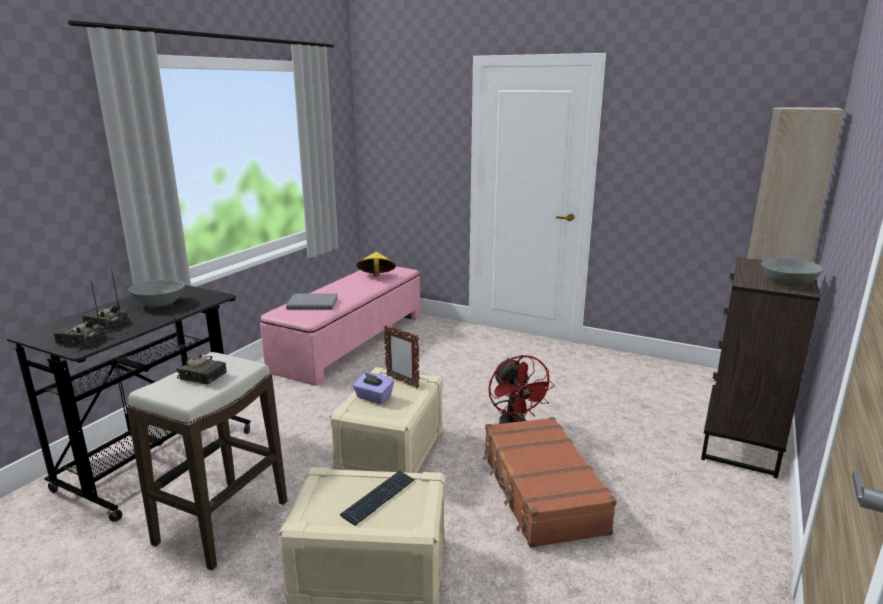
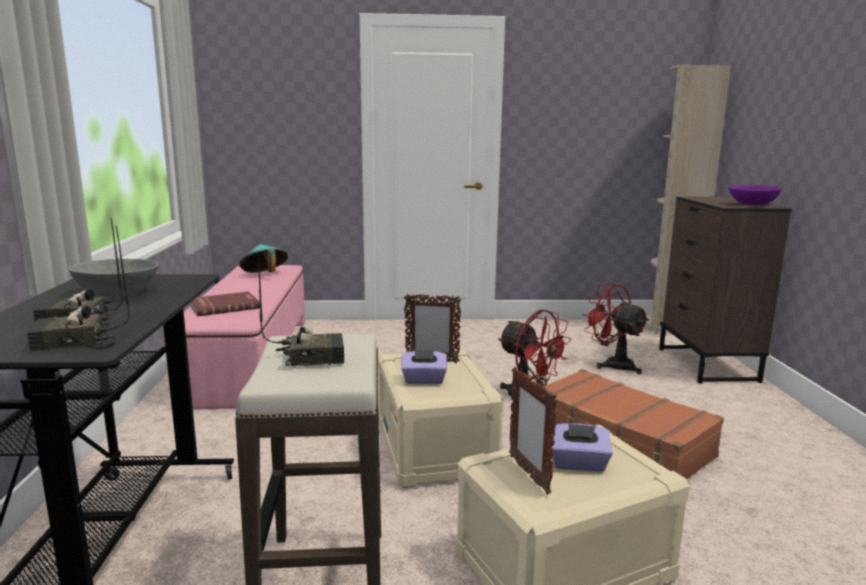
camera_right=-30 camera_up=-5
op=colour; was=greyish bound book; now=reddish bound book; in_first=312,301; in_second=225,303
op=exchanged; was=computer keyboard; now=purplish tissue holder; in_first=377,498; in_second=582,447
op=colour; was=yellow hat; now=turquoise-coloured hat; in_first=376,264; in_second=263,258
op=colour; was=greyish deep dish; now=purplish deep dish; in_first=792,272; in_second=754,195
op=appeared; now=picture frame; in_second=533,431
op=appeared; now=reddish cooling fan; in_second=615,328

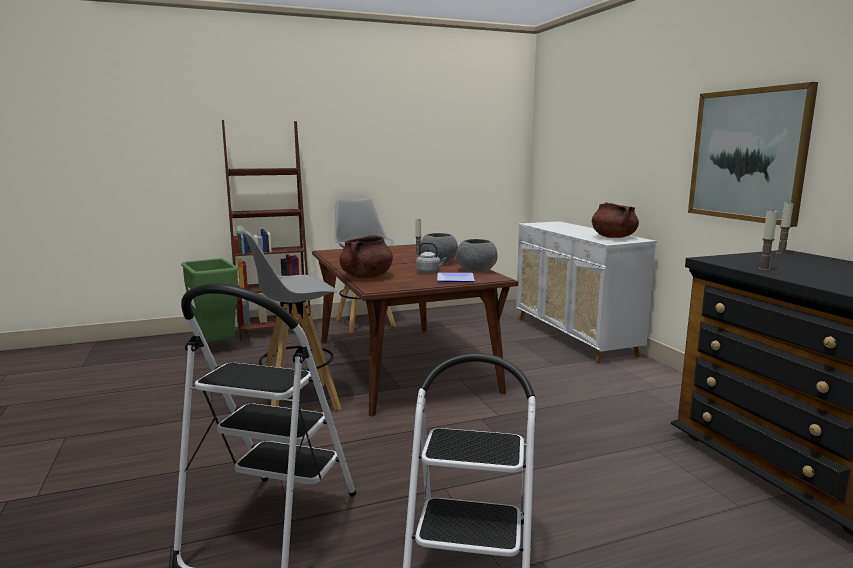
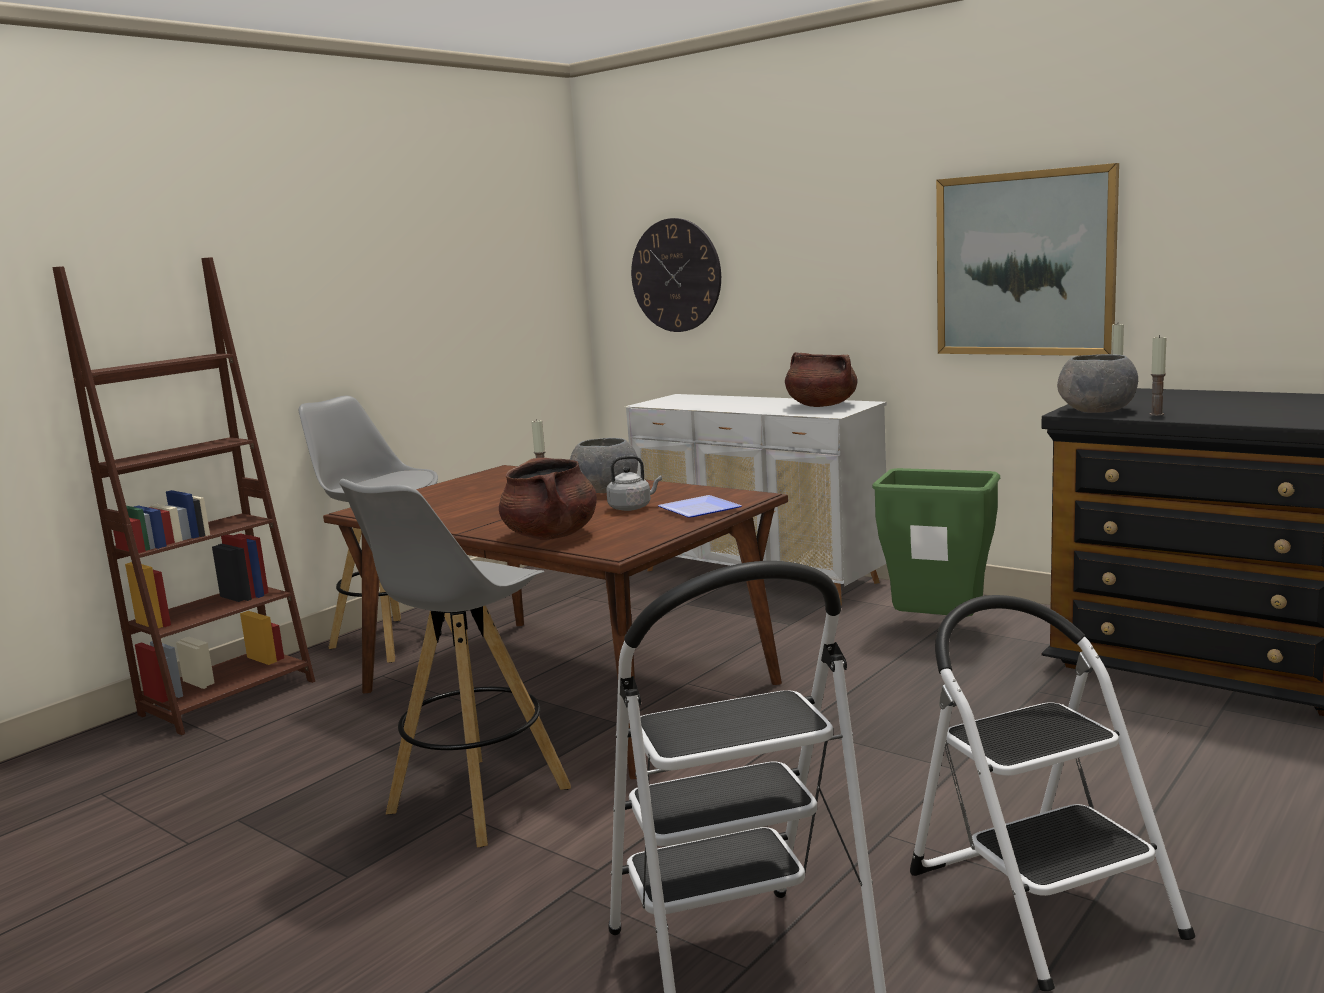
camera_right=-30 camera_up=0
op=relocated; was=green trash can; in_first=209,300; in_second=936,542
op=relocated; was=greyish deep dish; in_first=477,255; in_second=1097,383
op=appeared; now=hanging clock; in_second=676,275

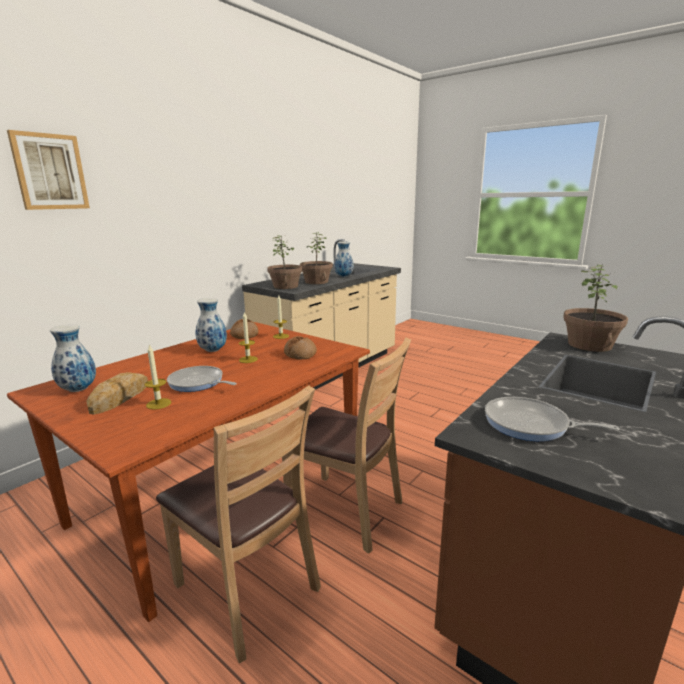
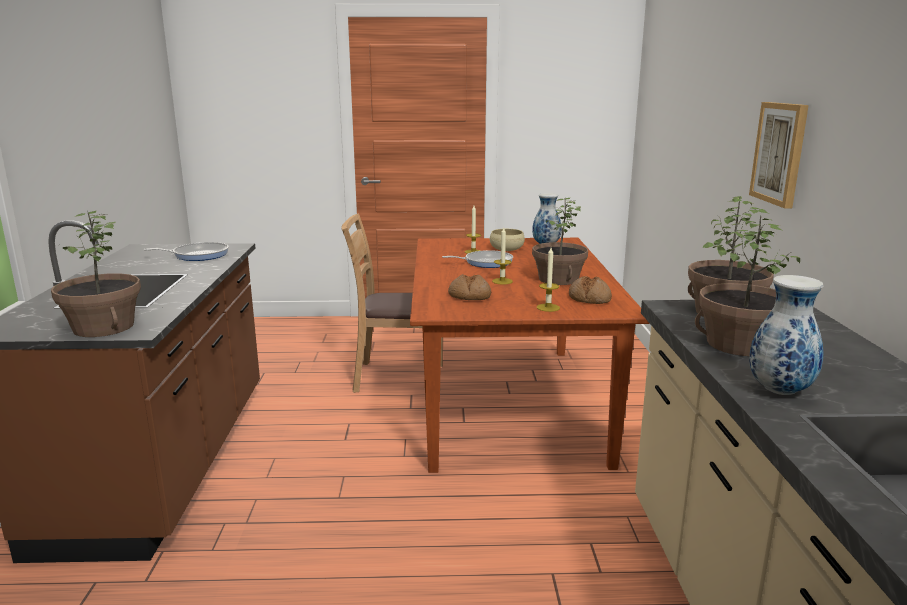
camera_right=140 camera_up=0
op=relocated; was=picture; in_first=48,170; in_second=779,155
op=exchanged; was=bakery bread; now=sand-coloured deep dish; in_first=117,393; in_second=507,240
op=exchanged; was=vase; now=houseplant; in_first=211,325; in_second=560,241
op=missing; was=brown upright chair; in_first=346,445

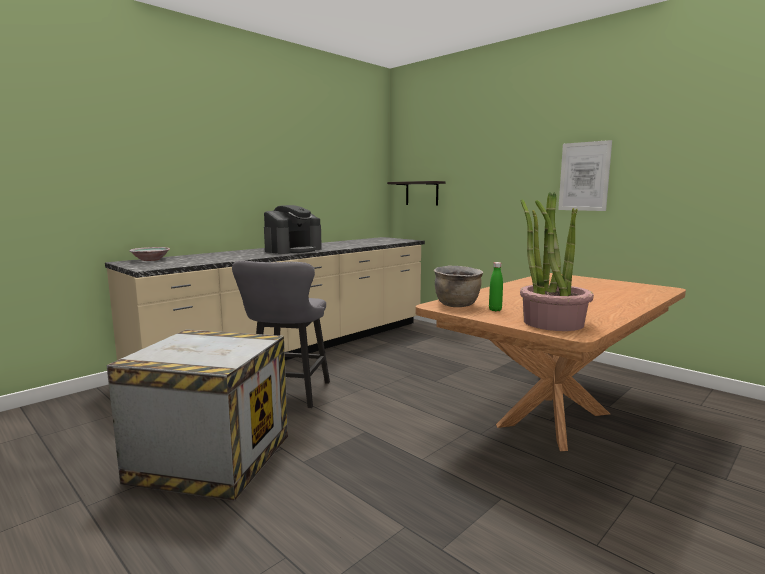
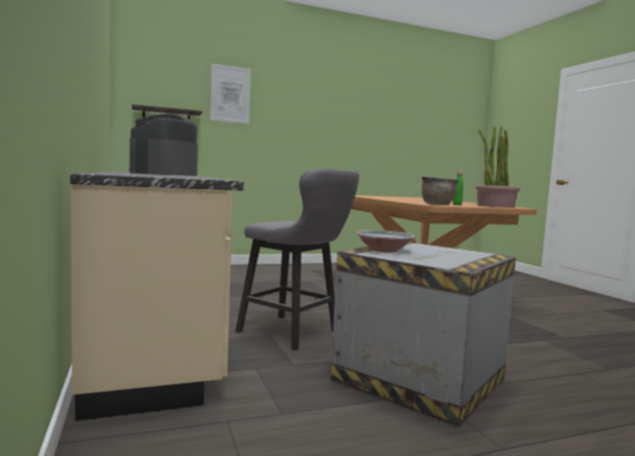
camera_right=-65 camera_up=-5
op=relocated; was=deep dish; in_first=149,254; in_second=385,241
op=spun; was=coffee maker; in_first=293,229; in_second=163,144; clockwise=-150
op=relocated; was=picture; in_first=585,175; in_second=230,94

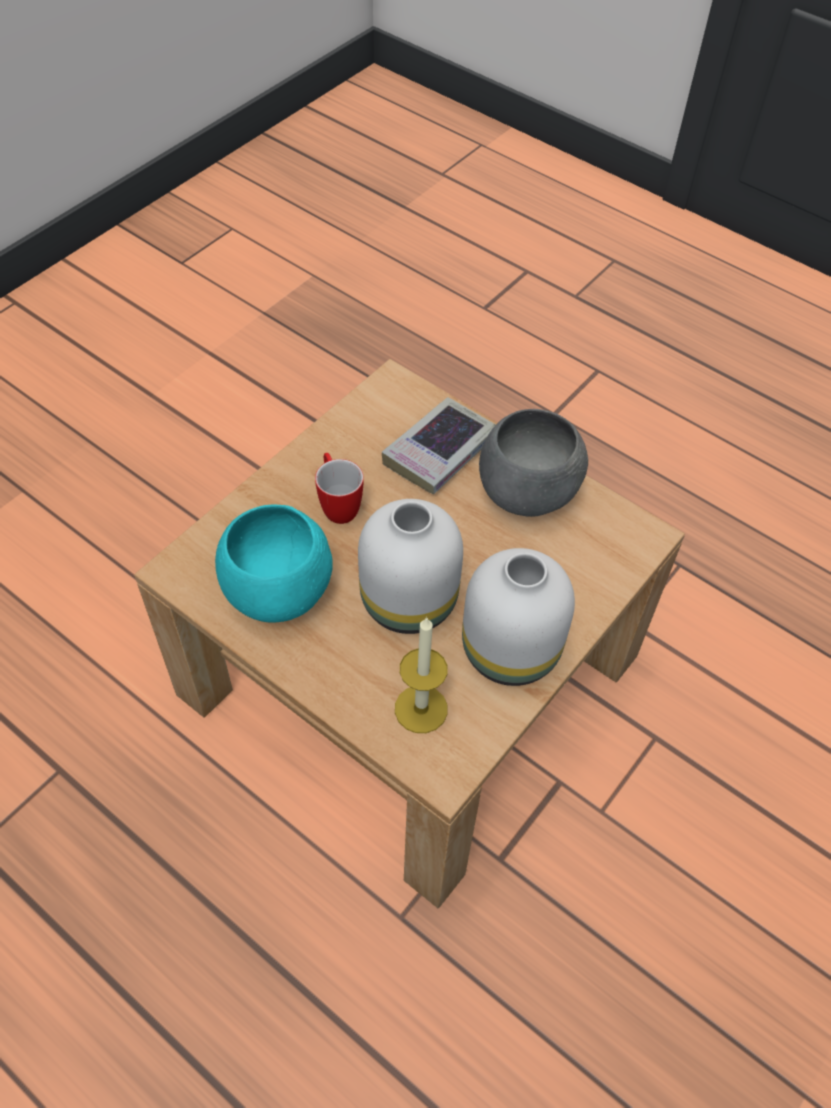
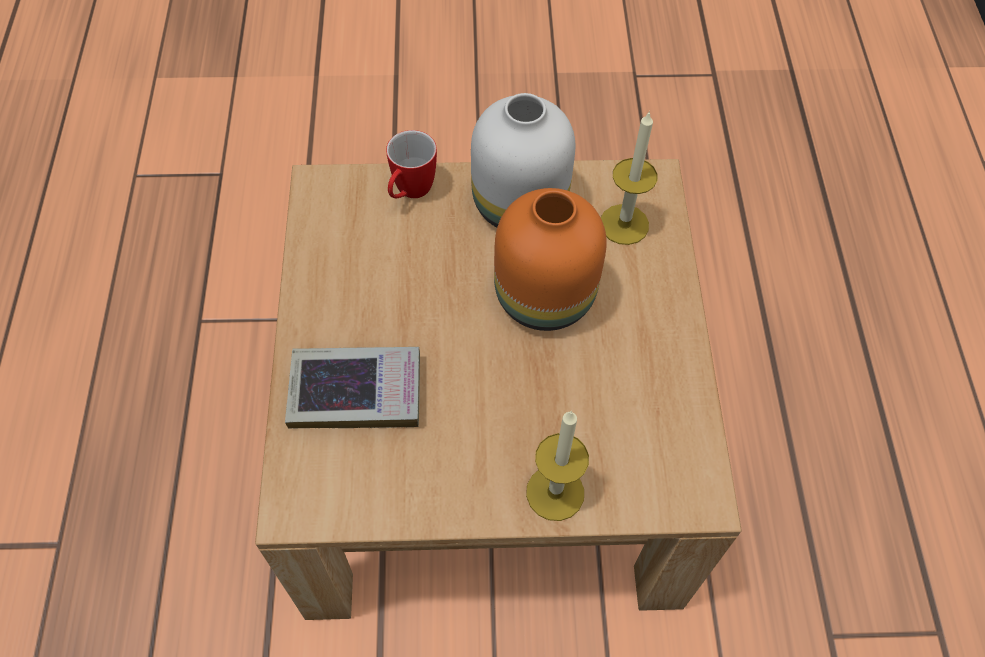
camera_right=-130 camera_up=5
op=missing; was=turquoise-coloured deep dish; in_first=274,564
op=relocated; was=tea mug; in_first=339,488; in_second=411,164
op=colour; was=white vase; now=orange vase; in_first=410,566; in_second=550,259
op=missing; was=greyish deep dish; in_first=533,463
op=appeared; now=wax light; in_second=557,465

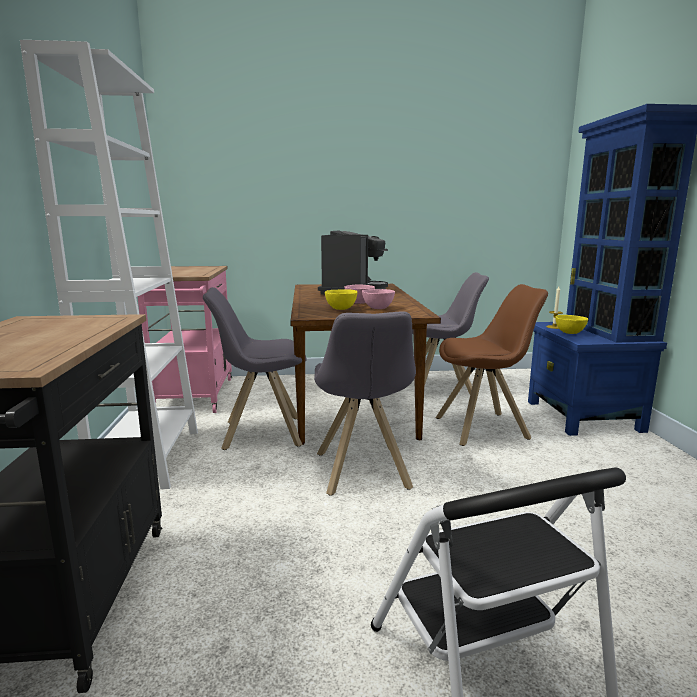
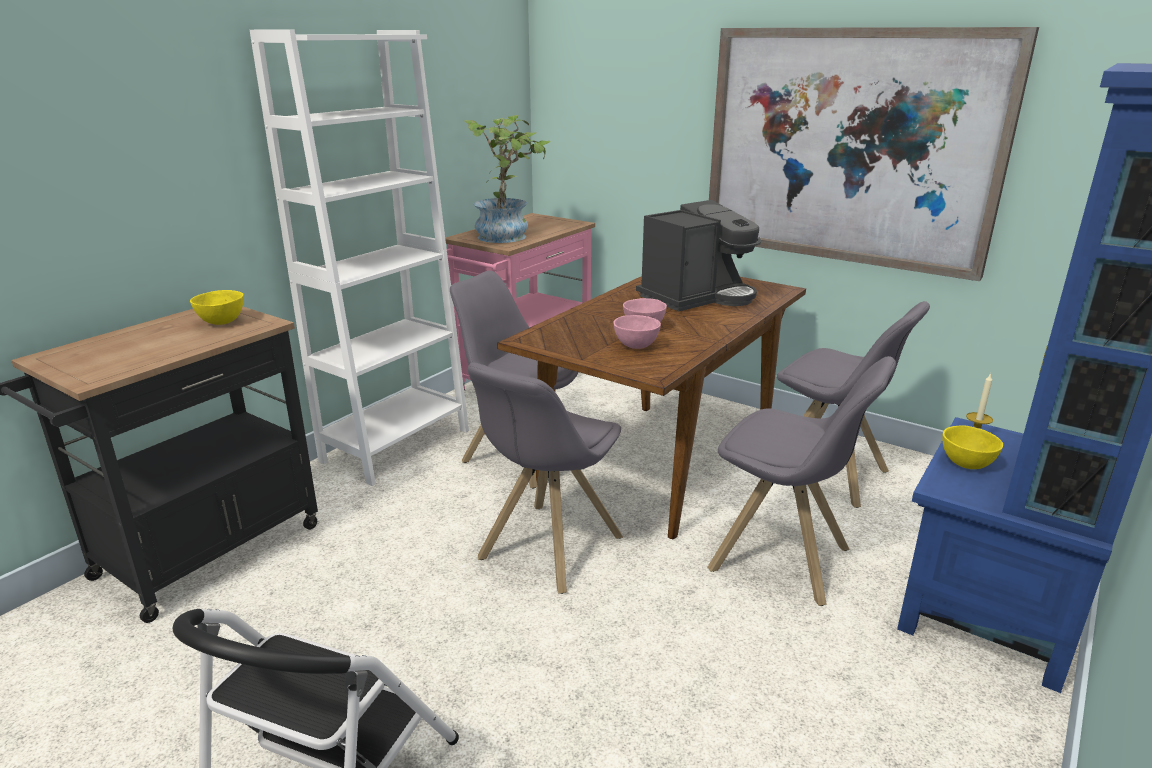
camera_right=40 camera_up=10
op=relocated; was=yellow deep dish; in_first=341,299; in_second=217,307
op=colour; was=brown upright chair; now=greyish upright chair; in_first=492,365; in_second=802,481
op=appeared; now=houseplant; in_second=507,179
op=appeared; now=picture; in_second=874,154

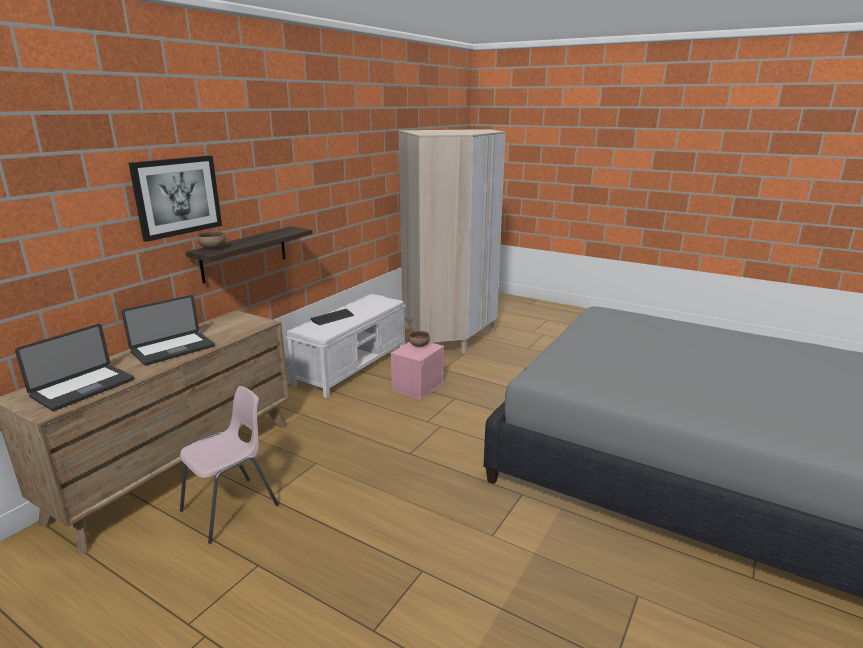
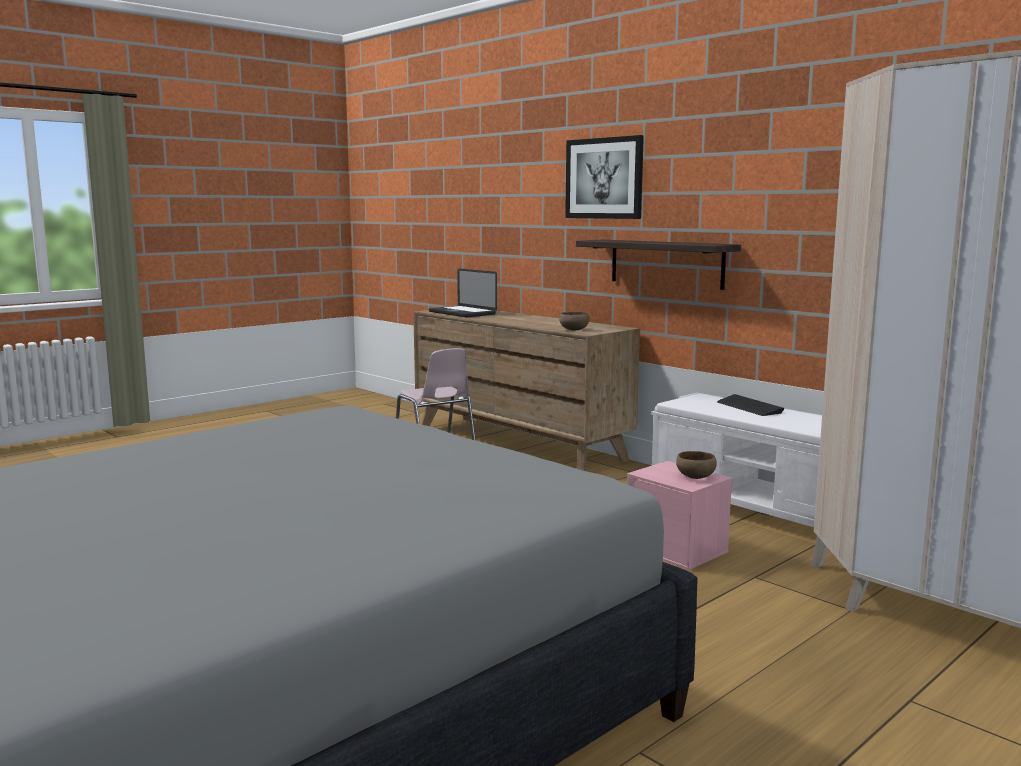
camera_right=105 camera_up=-10
op=missing; was=laptop; in_first=168,330
op=relocated; was=brown deep dish; in_first=212,240; in_second=574,321

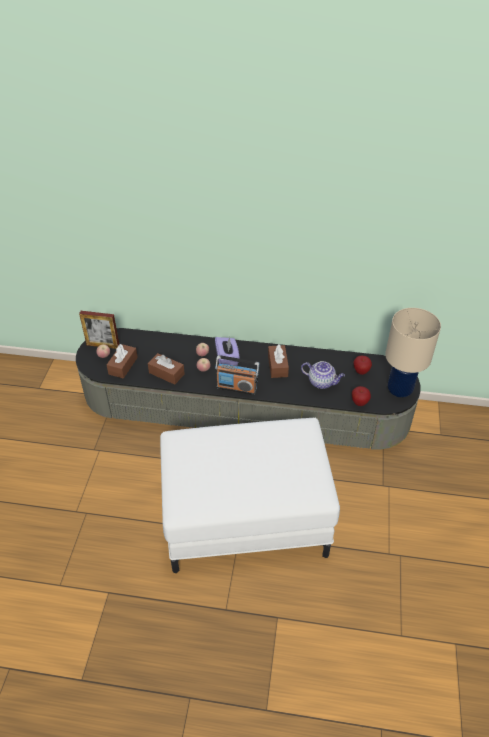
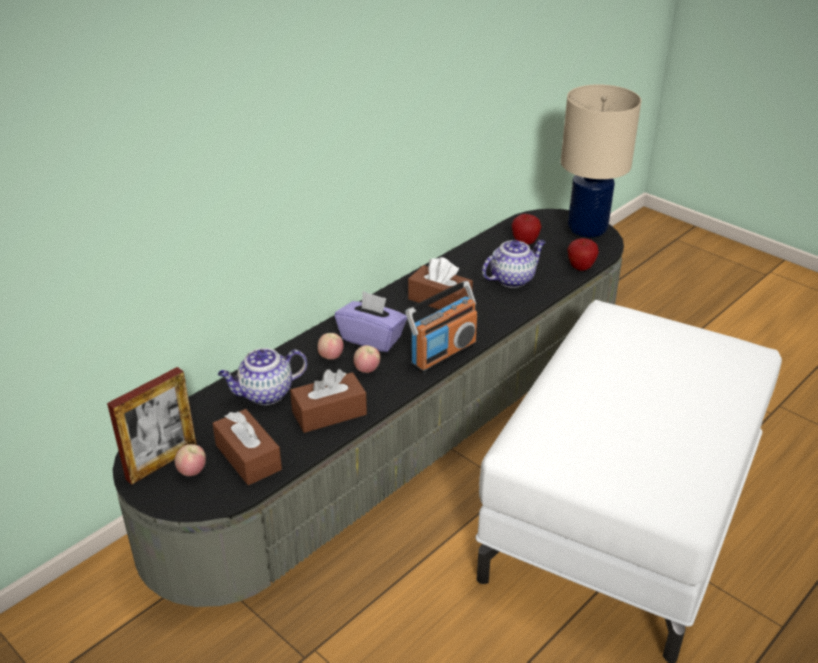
camera_right=-55 camera_up=-10
op=appeared; now=pot for tea; in_second=262,376

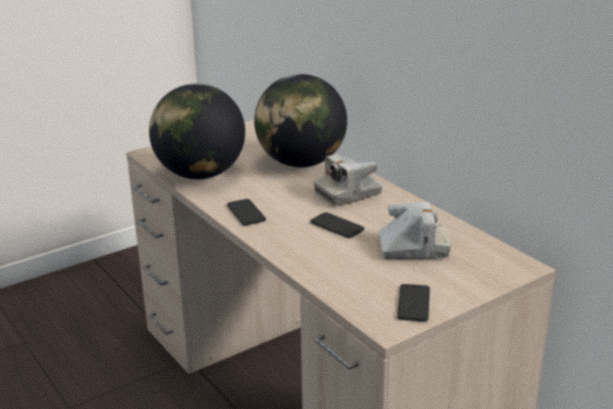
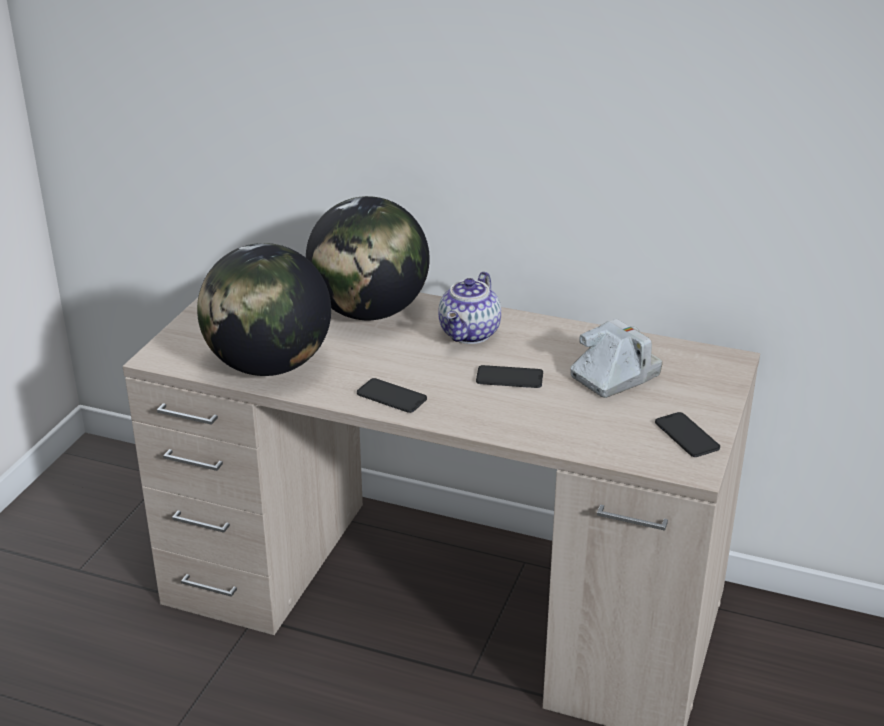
camera_right=-35 camera_up=5
op=exchanged; was=photo camera; now=pot for tea; in_first=348,180; in_second=469,307

